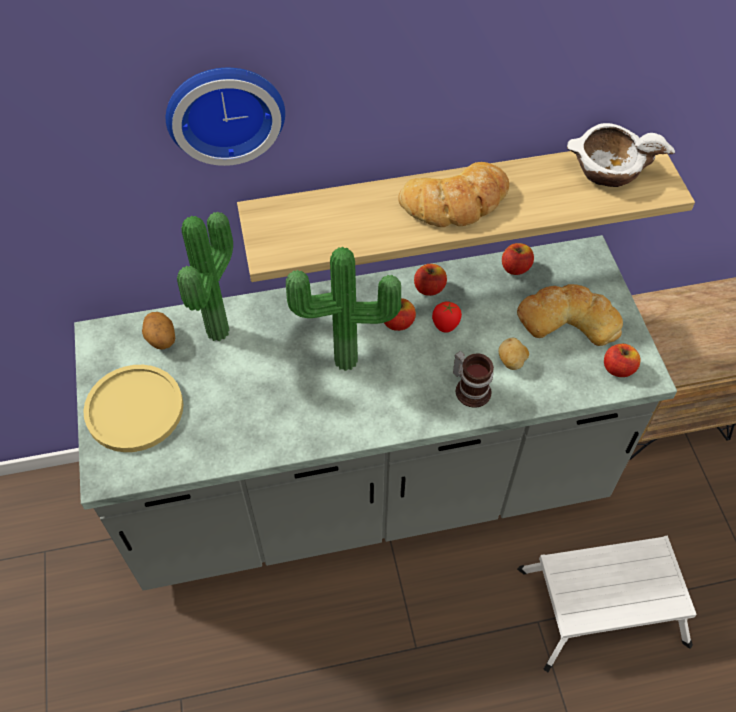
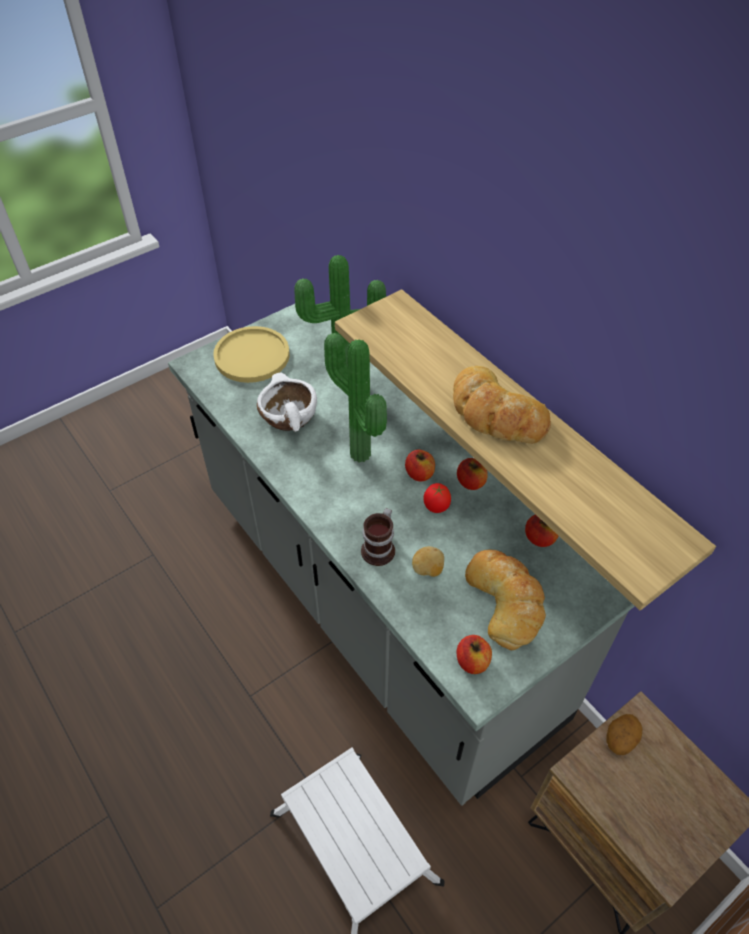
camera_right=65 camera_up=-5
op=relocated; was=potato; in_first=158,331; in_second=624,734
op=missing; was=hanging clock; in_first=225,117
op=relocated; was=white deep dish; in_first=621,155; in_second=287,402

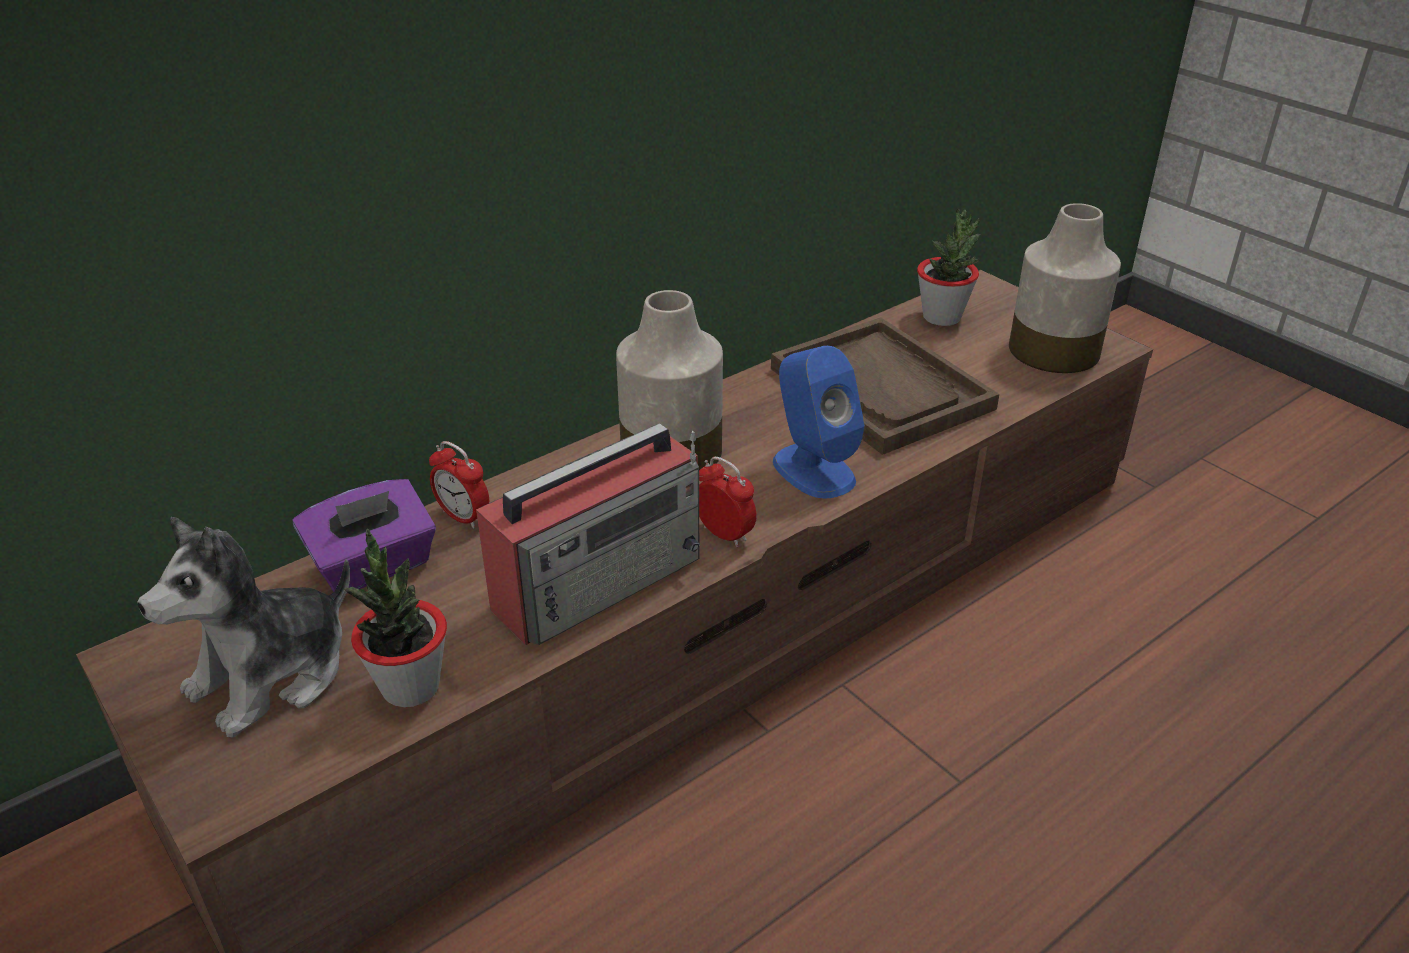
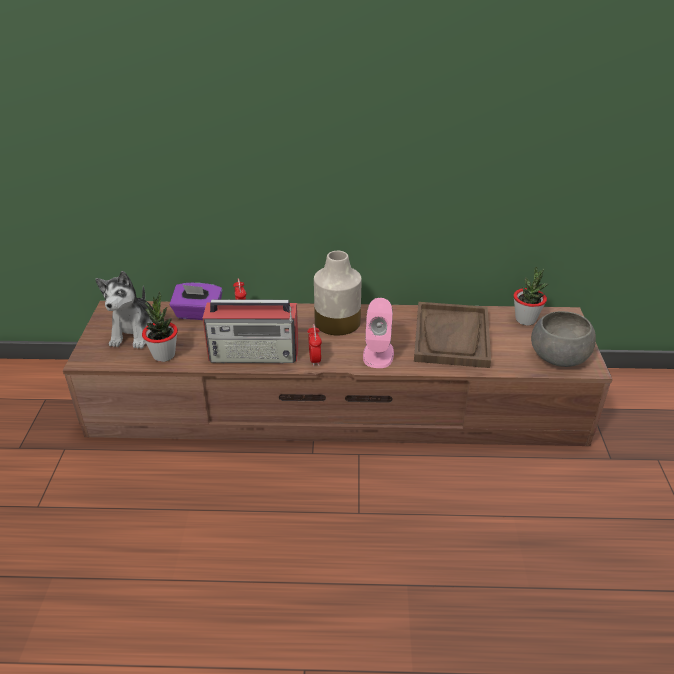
camera_right=40 camera_up=0
op=spun; was=cuddly toy; in_first=243,627; in_second=124,310; clockwise=-75
op=colour; was=blue-coloured speaker; now=pink speaker; in_first=819,422; in_second=378,333
op=exchanged; was=sand-coloured vase; now=greyish deep dish; in_first=1065,288; in_second=563,339

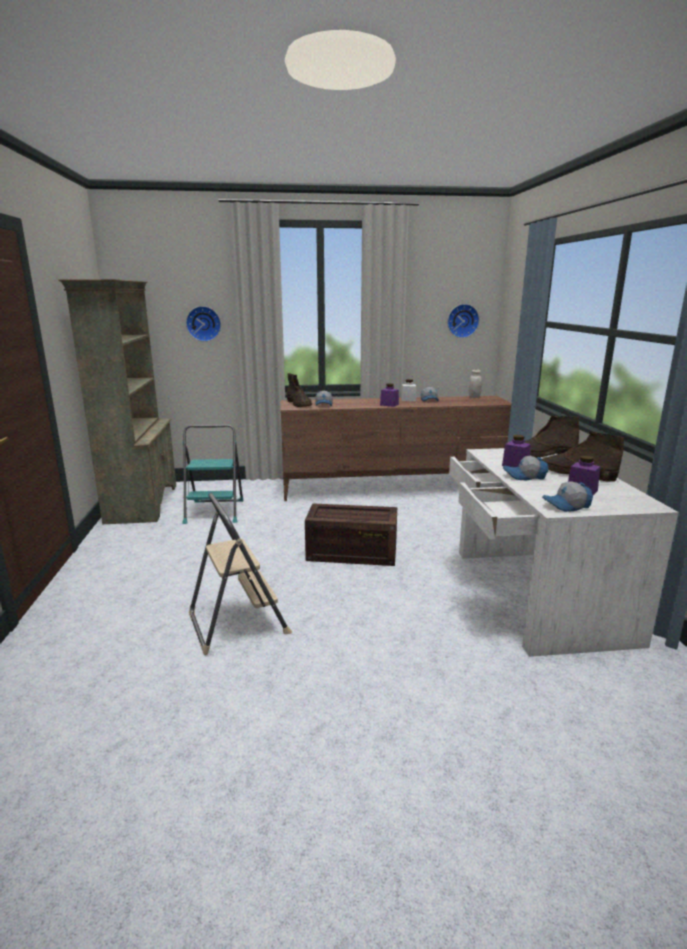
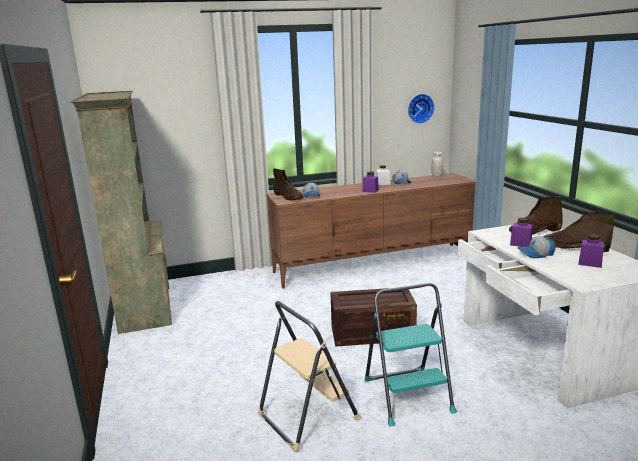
camera_right=-10 camera_up=0
op=relocated; was=turquoise-coloured step stool; in_first=212,474; in_second=411,355
op=missing; was=hanging clock; in_first=203,324
op=missing; was=peaked cap; in_first=567,496

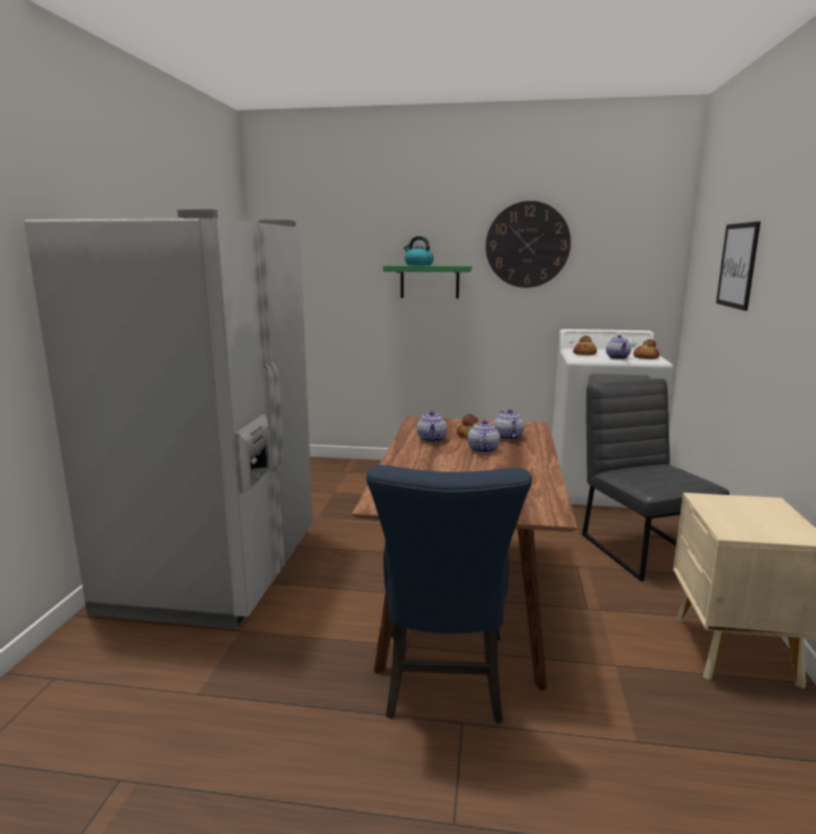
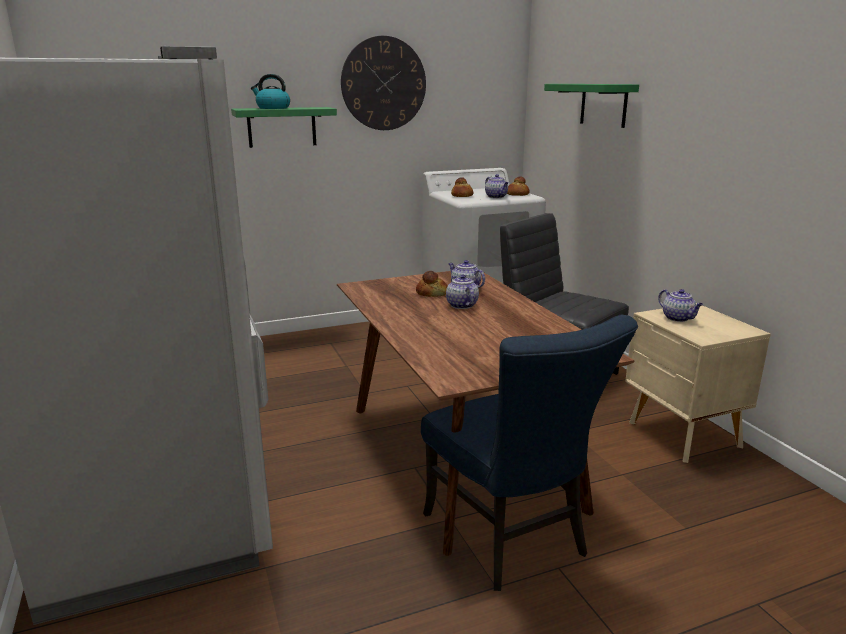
camera_right=-30 camera_up=5
op=relocated; was=pot for tea; in_first=432,427; in_second=680,305
op=exchanged; was=picture; now=green bracket shelf; in_first=738,266; in_second=591,106

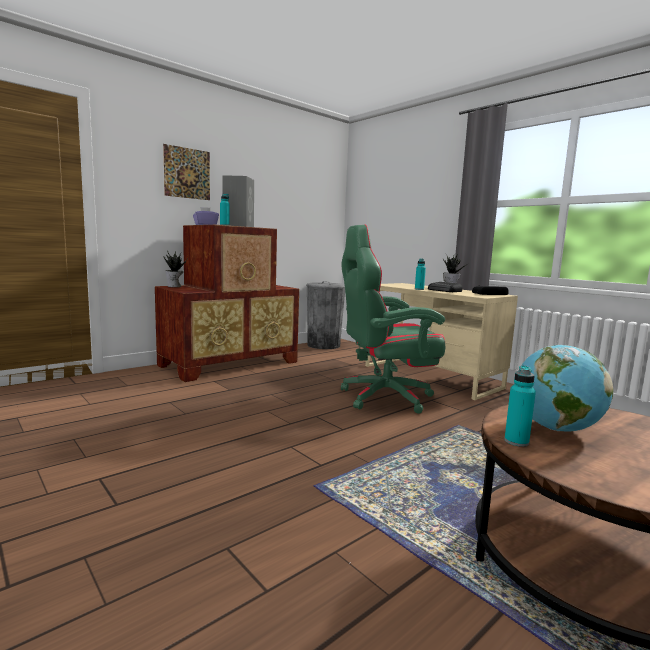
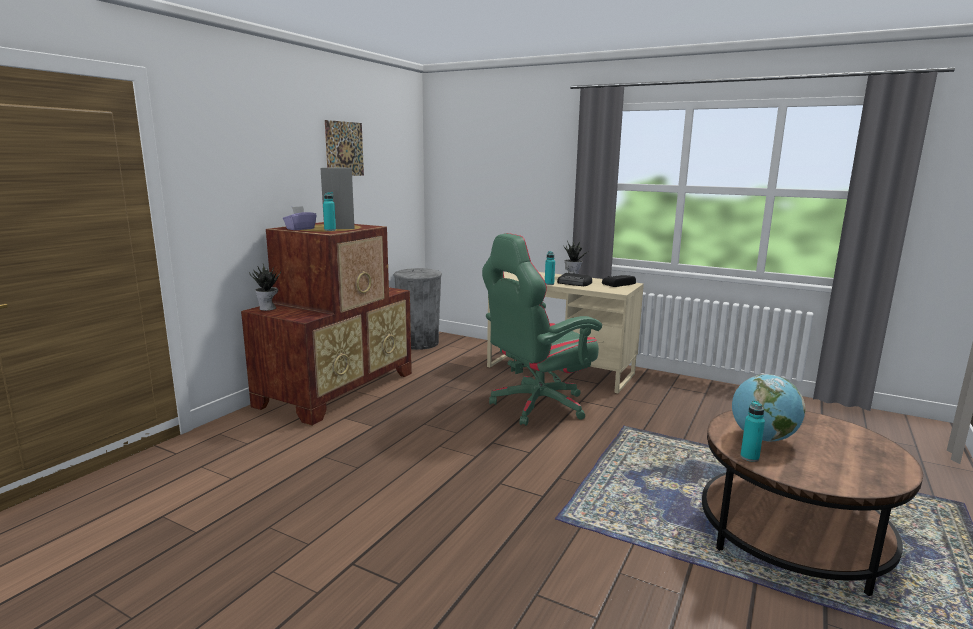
camera_right=-20 camera_up=5
op=relocated; was=picture; in_first=186,172; in_second=344,148

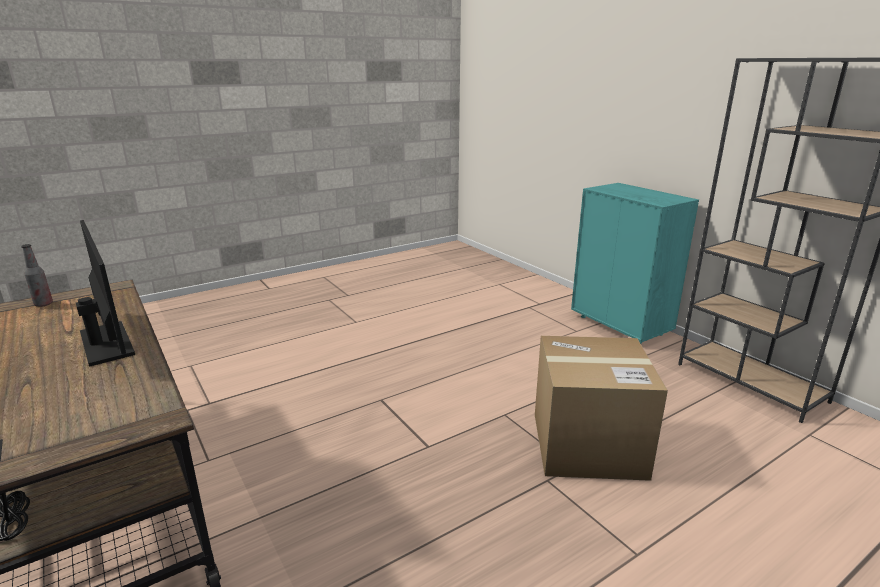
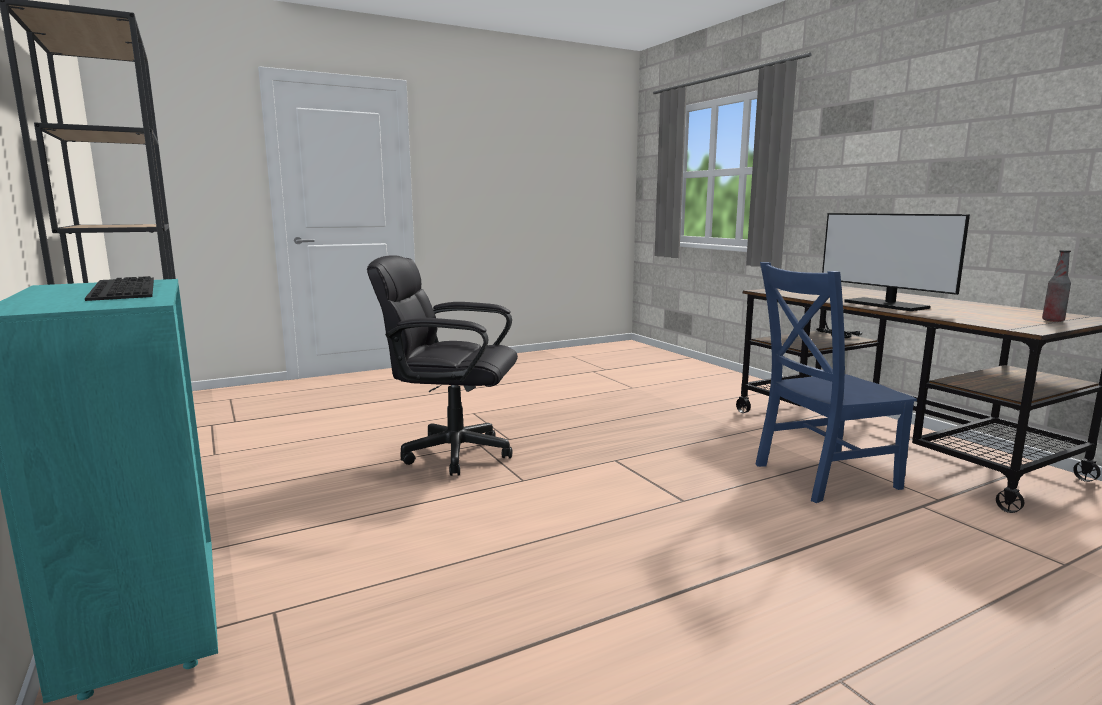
camera_right=-175 camera_up=-10
op=exchanged; was=packing box; now=black desk chair; in_first=601,408; in_second=442,365
op=appeared; now=computer keyboard; in_second=119,288
op=appeared; now=blue-coloured upright chair; in_second=836,382

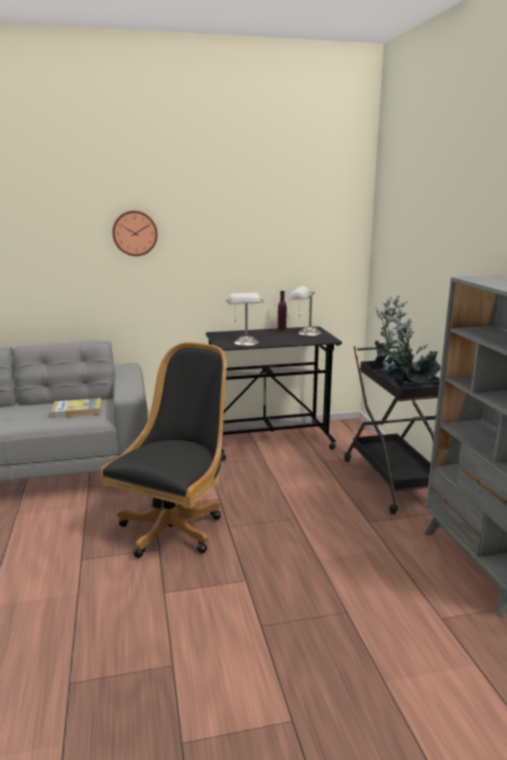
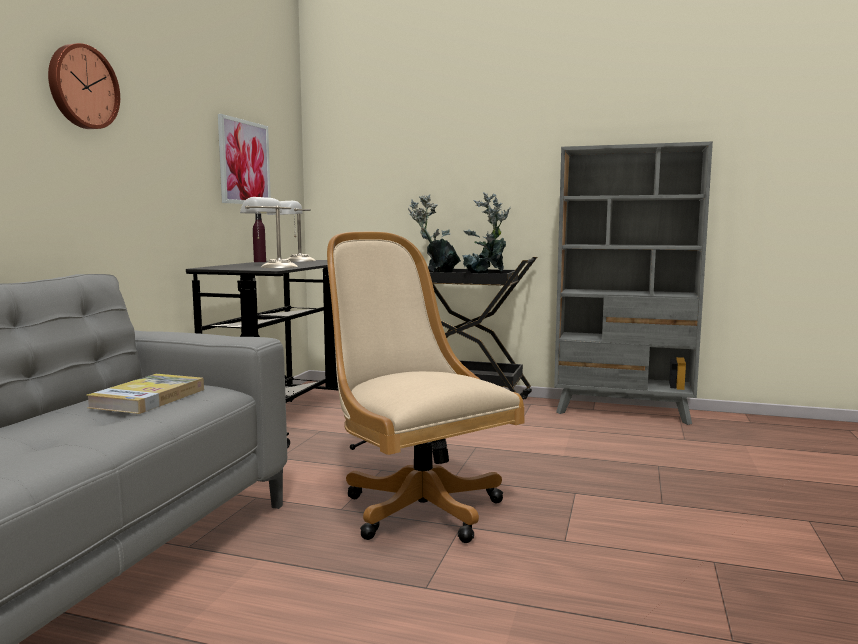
camera_right=-60 camera_up=-10
op=colour; was=black desk chair; now=sand-coloured desk chair; in_first=163,450; in_second=425,387
op=appeared; now=picture; in_second=244,159

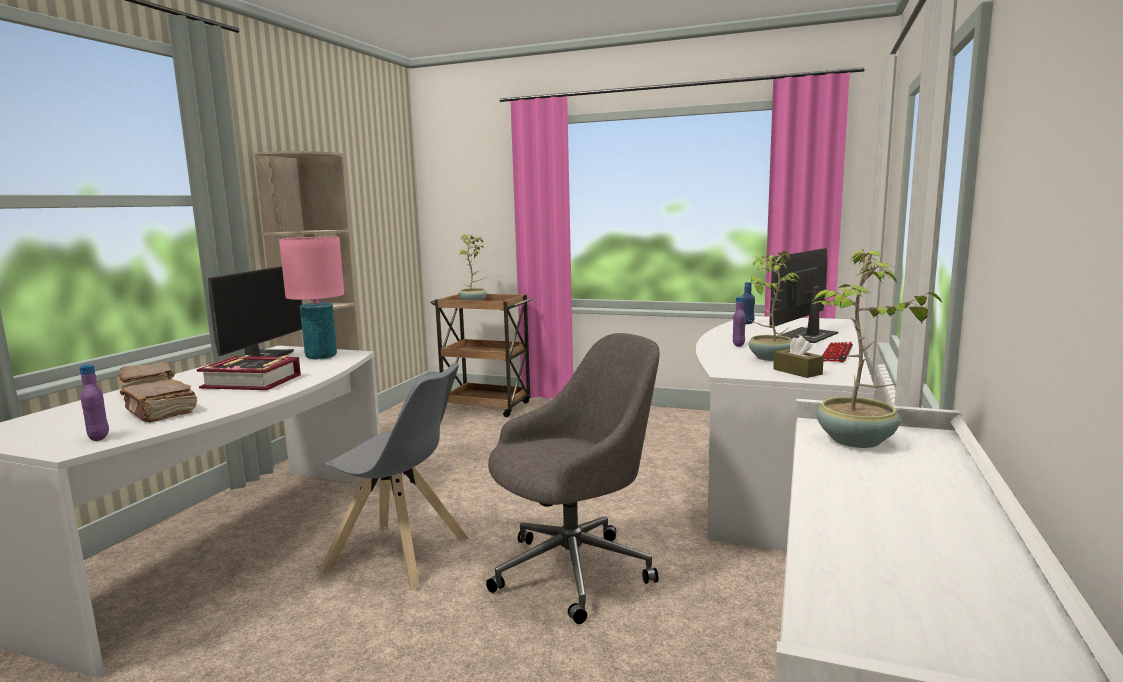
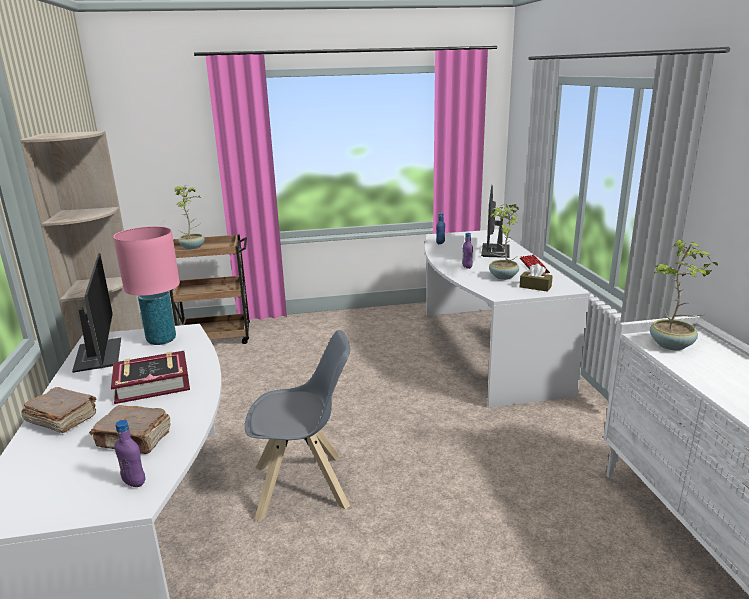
camera_right=-30 camera_up=10
op=missing; was=greyish desk chair; in_first=572,478

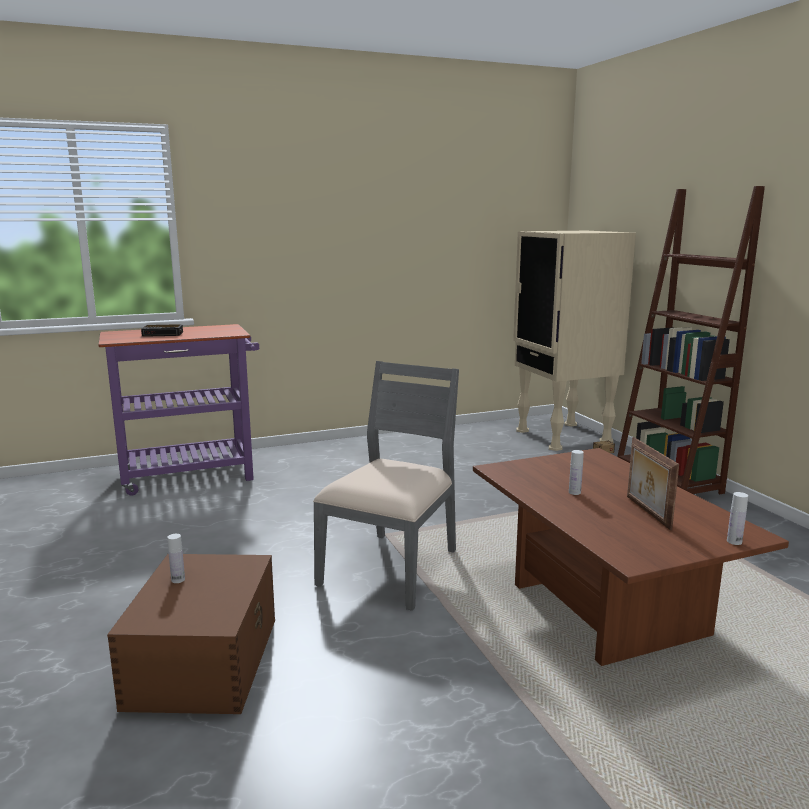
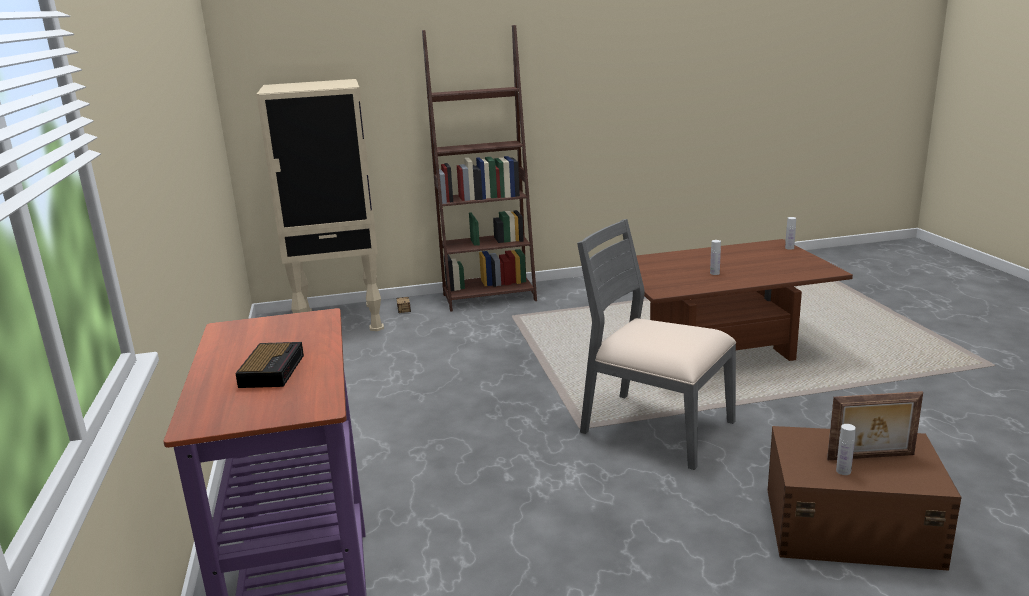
camera_right=-80 camera_up=5
op=relocated; was=picture frame; in_first=653,483; in_second=875,425

